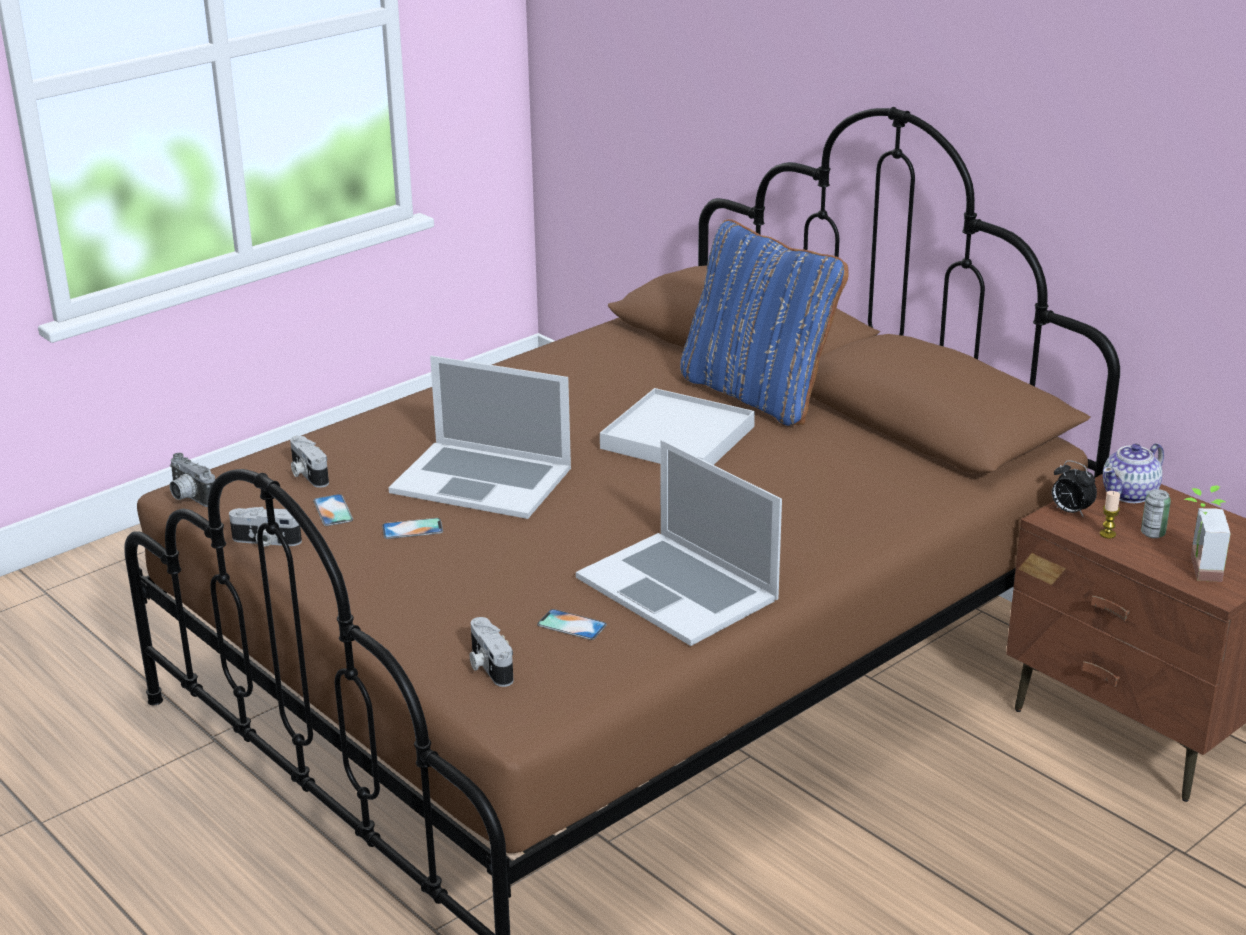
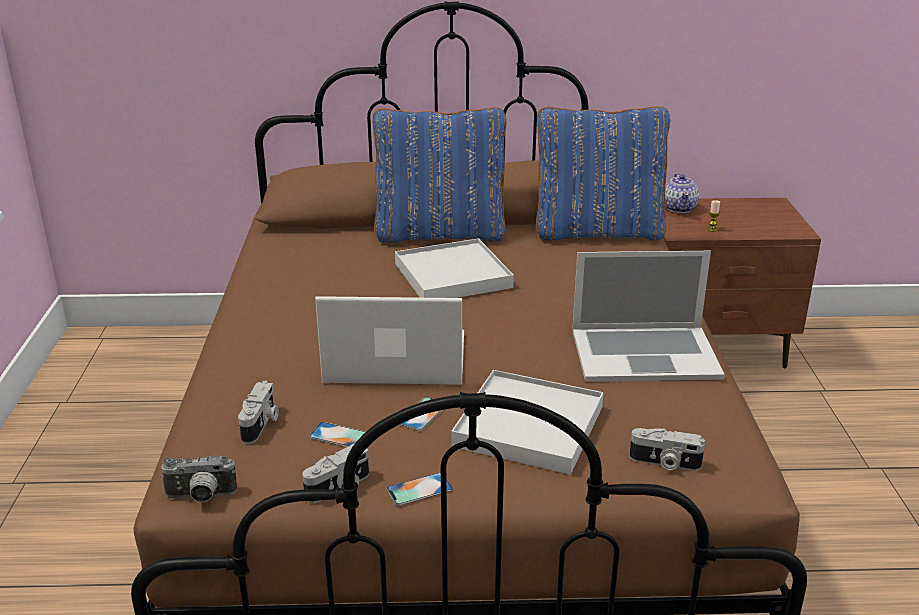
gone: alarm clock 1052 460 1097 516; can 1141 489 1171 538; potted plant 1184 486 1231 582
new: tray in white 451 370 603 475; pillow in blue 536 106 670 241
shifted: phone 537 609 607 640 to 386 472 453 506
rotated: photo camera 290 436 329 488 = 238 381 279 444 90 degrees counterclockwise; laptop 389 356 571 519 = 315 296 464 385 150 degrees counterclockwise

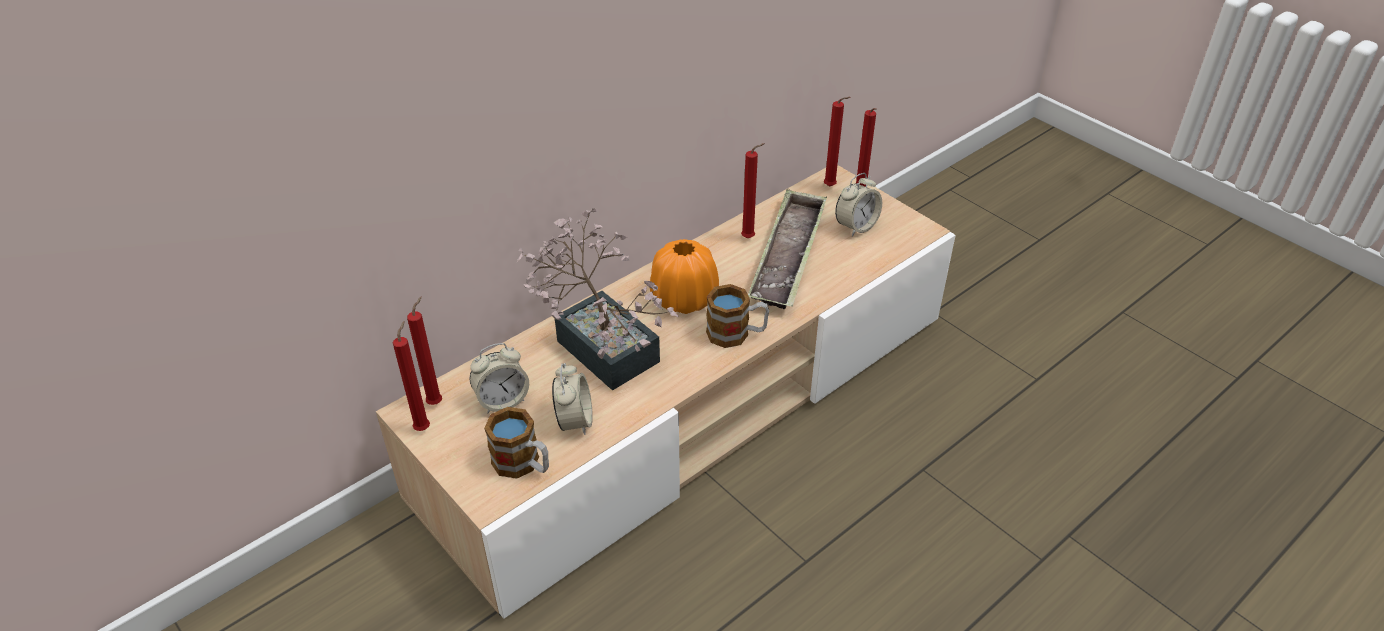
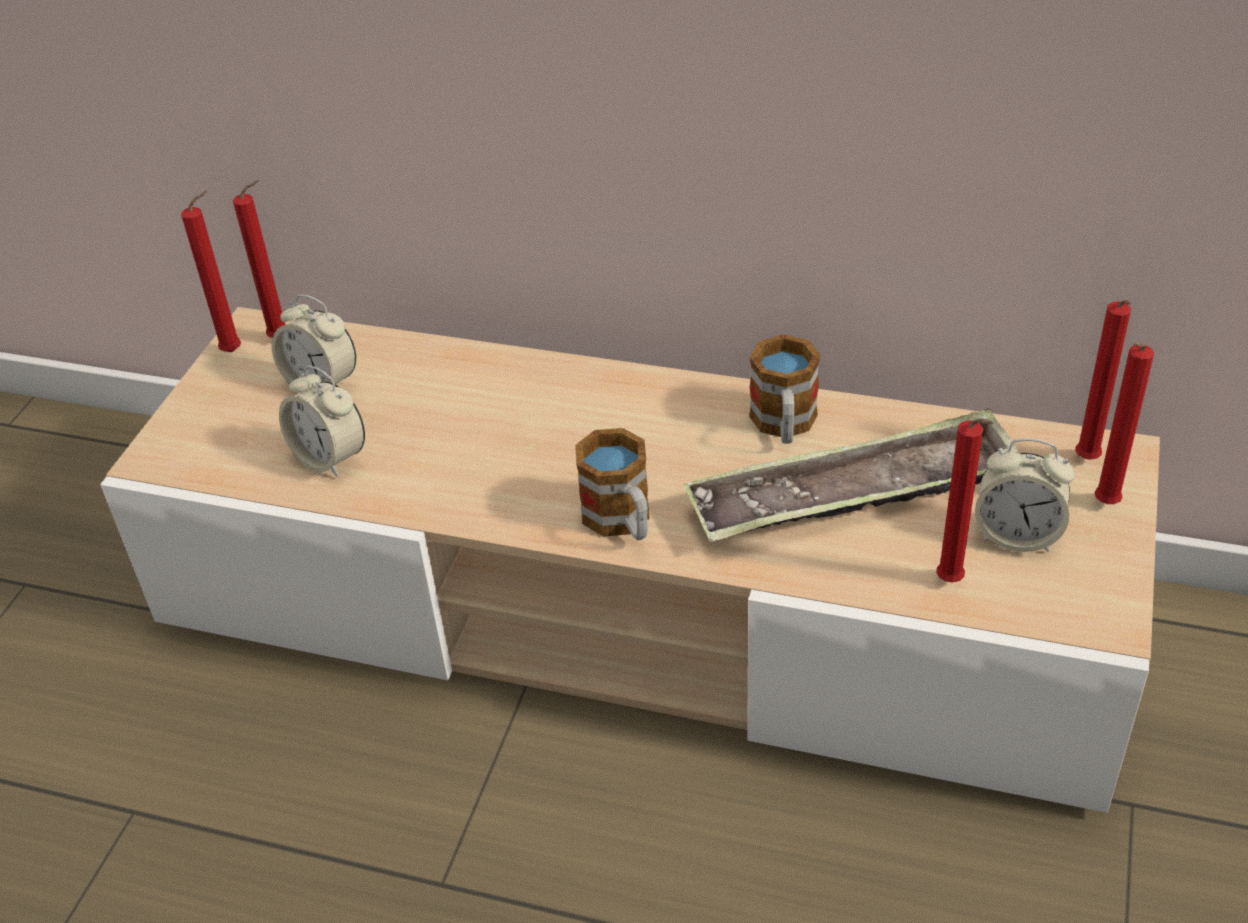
gone: potted plant 516 208 678 391; vase in orange 650 239 719 314
shifted: mug 484 407 549 479 to 749 335 820 444; candle in red 741 143 765 238 to 936 418 993 583
rotated: alarm clock 552 363 593 435 = 279 366 365 478 75 degrees clockwise

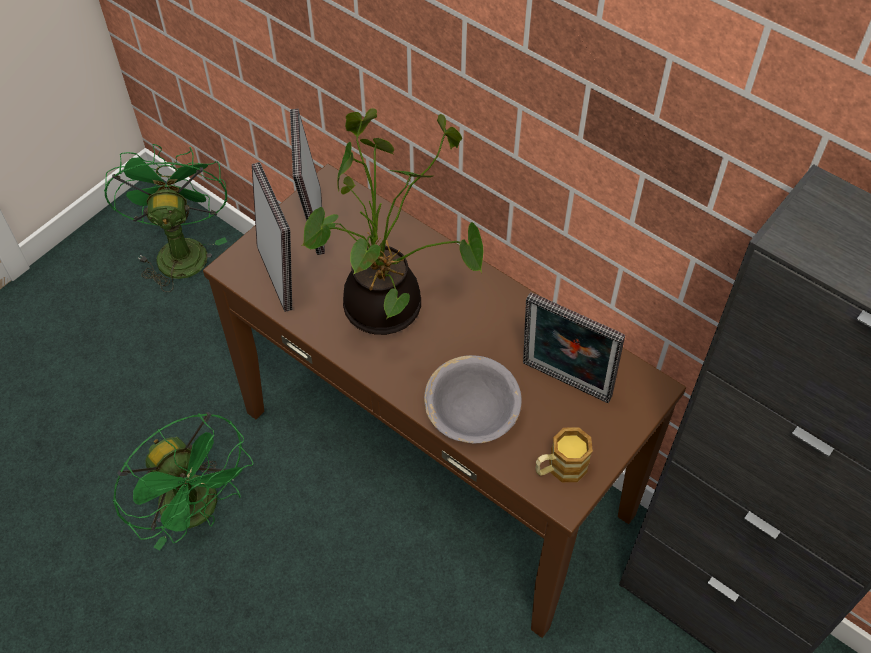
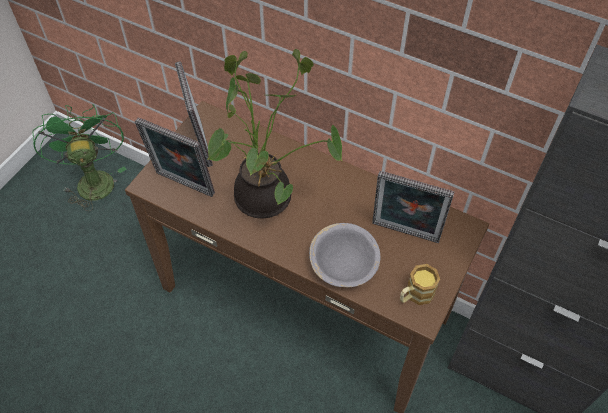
gone: fan in green 113 412 254 551
rotated: picture frame 252 162 292 312 = 135 117 215 197 150 degrees clockwise

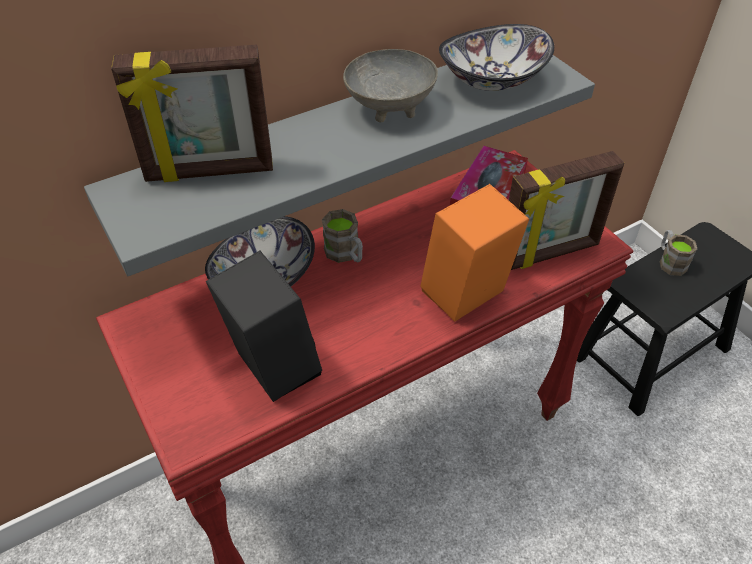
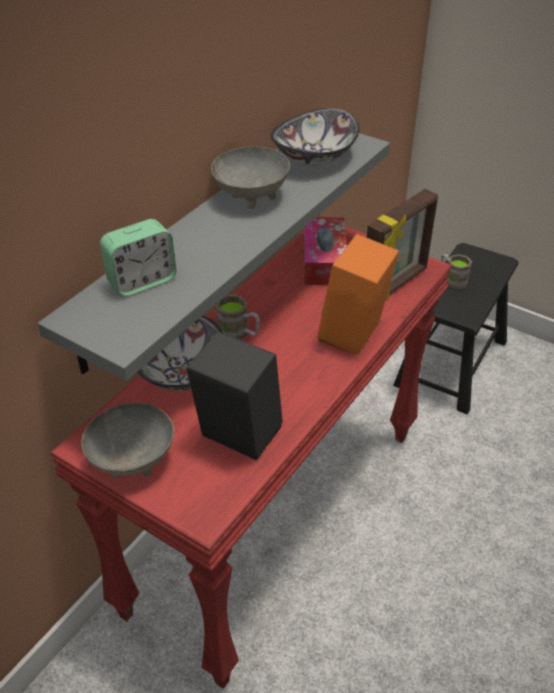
new: bowl in grey 81 403 174 479
swapped: picture frame 111 45 273 182 to alarm clock 100 219 177 297

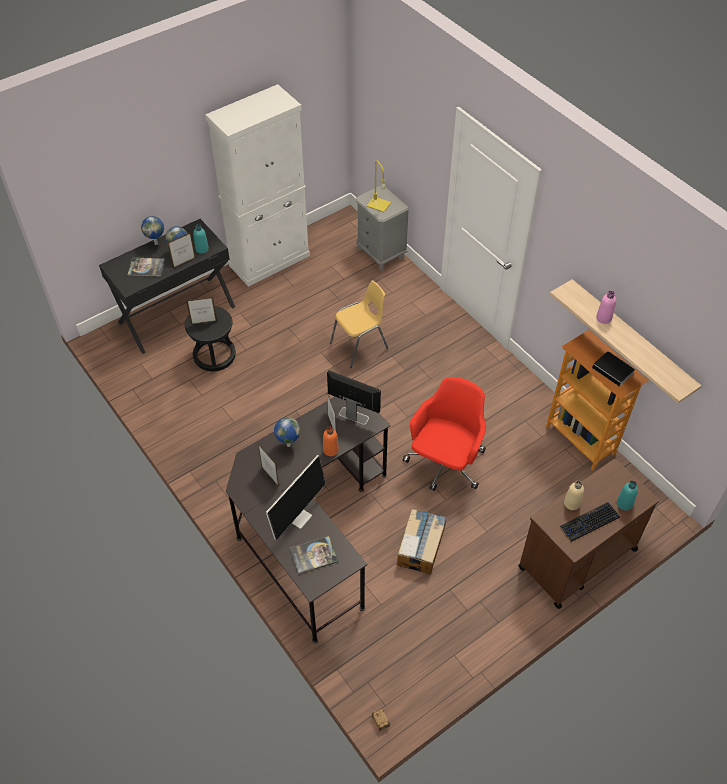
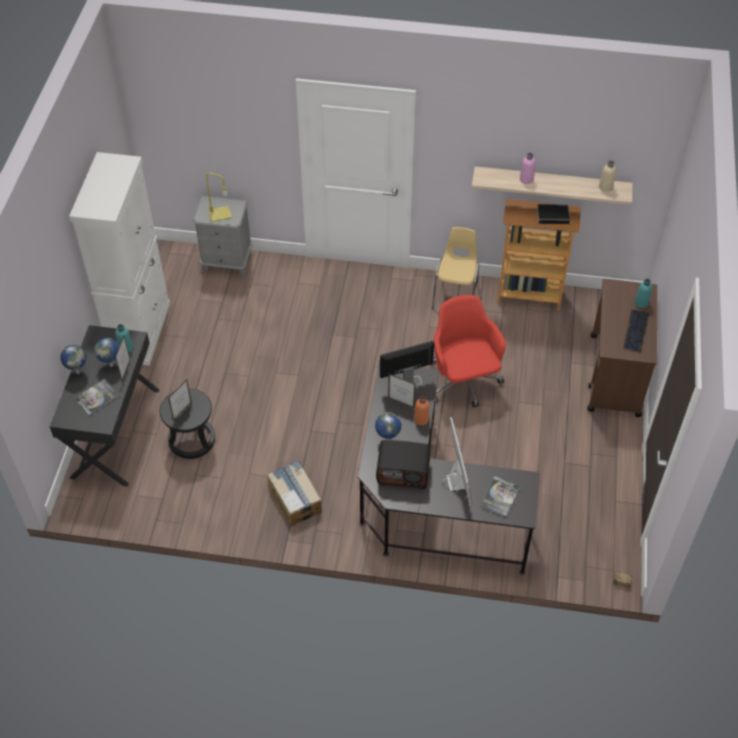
shifted: chair in yellow 330 281 389 368 to 432 227 479 309; cardboard box 397 509 447 574 to 267 460 322 526; bottle in beige 564 480 584 510 to 599 160 616 192
swapped: picture frame 258 444 279 487 to radio 376 440 431 489

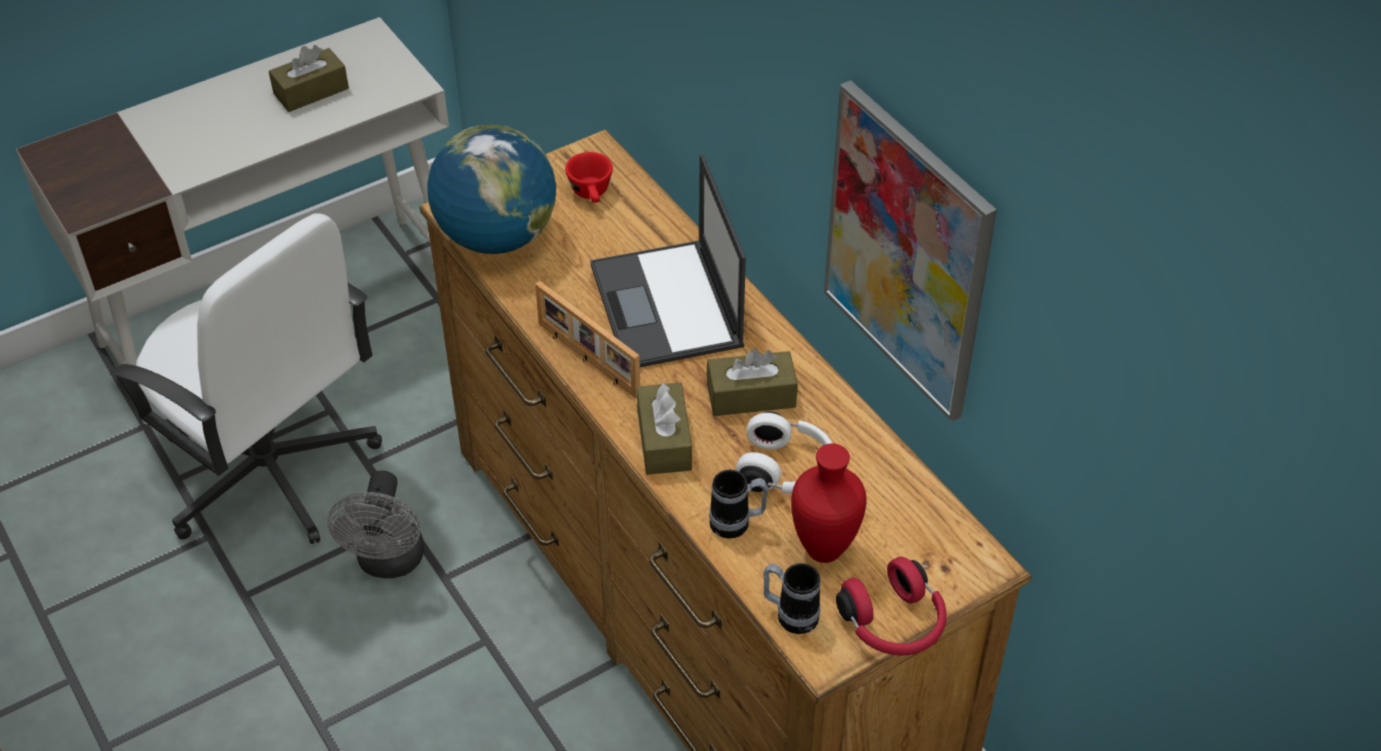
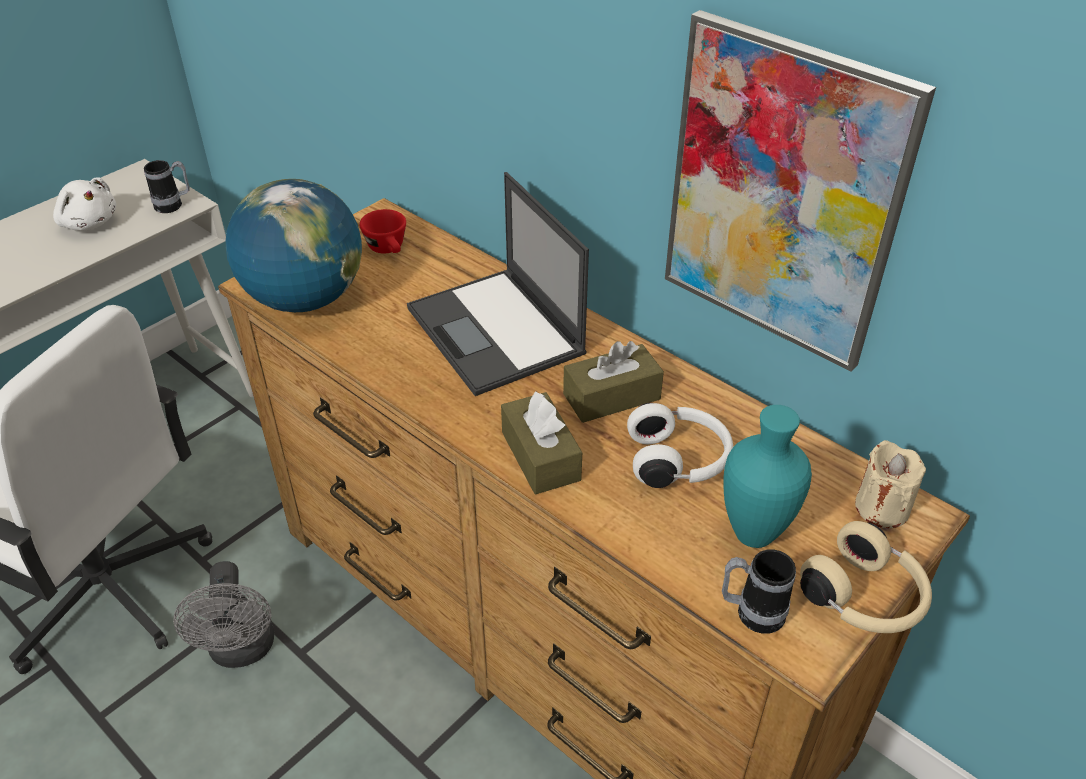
gone: picture frame 535 281 640 398
new: candle in beige 855 440 926 528
shifted: mug 709 470 768 539 to 144 160 190 213
swapped: tissue box in brown 269 45 349 112 to plush toy in white 53 177 116 231
repainted: vase in red 791 444 867 563 to vase in turquoise 724 405 812 548; headphones in red 836 557 946 656 to headphones in beige 800 521 932 633

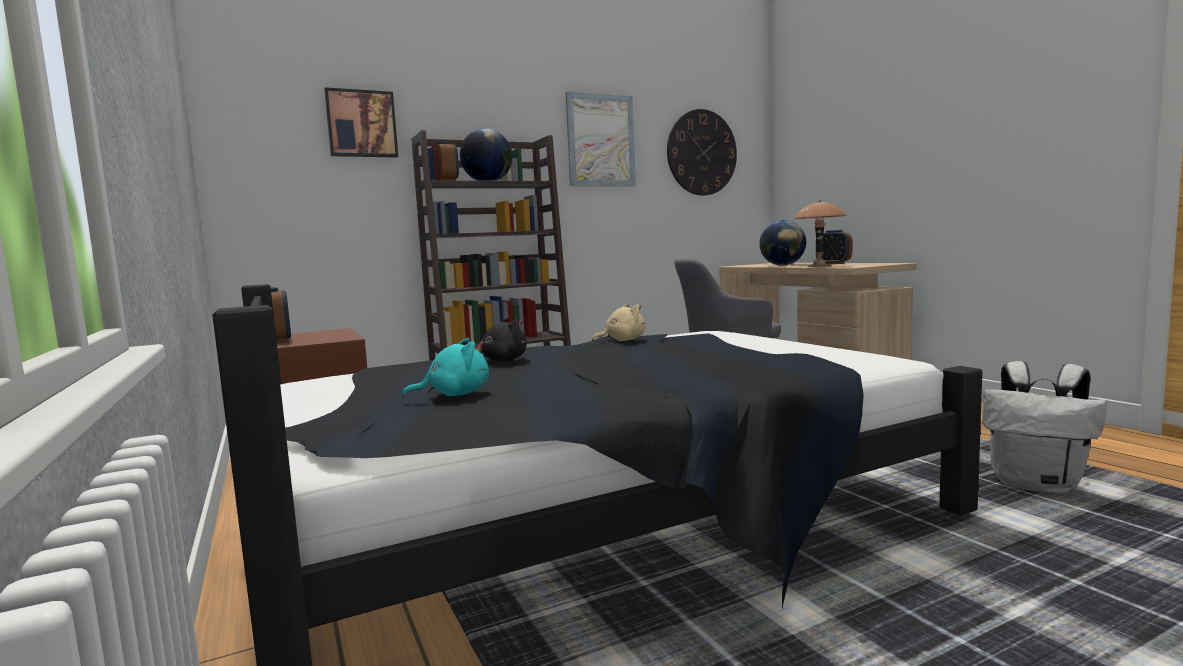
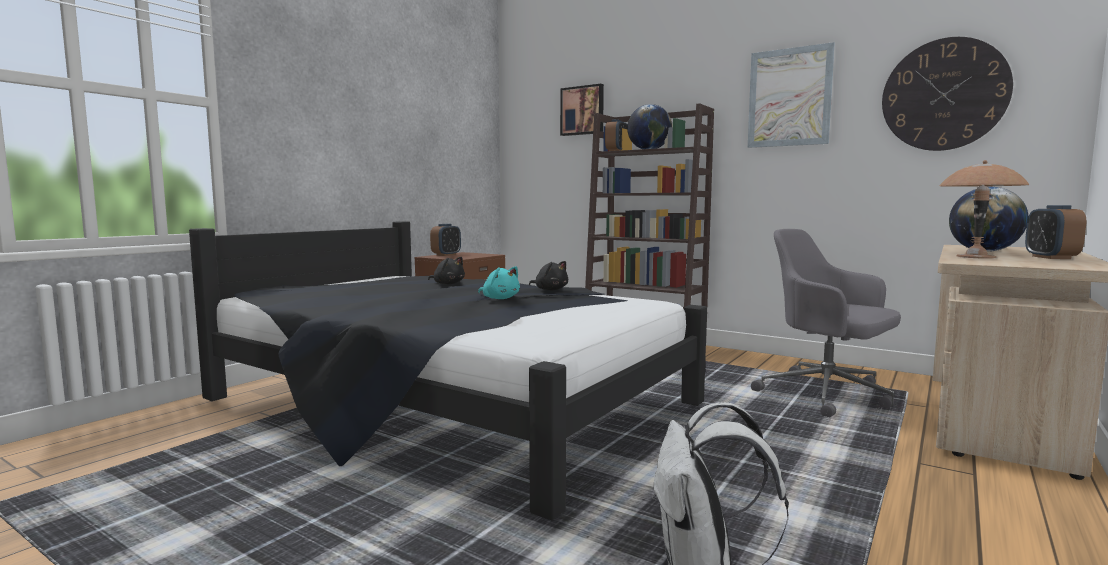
shifted: plush toy in turquoise 402 338 489 397 to 478 266 520 299
repainted: plush toy in beige 592 304 645 341 to plush toy in black 529 261 568 290

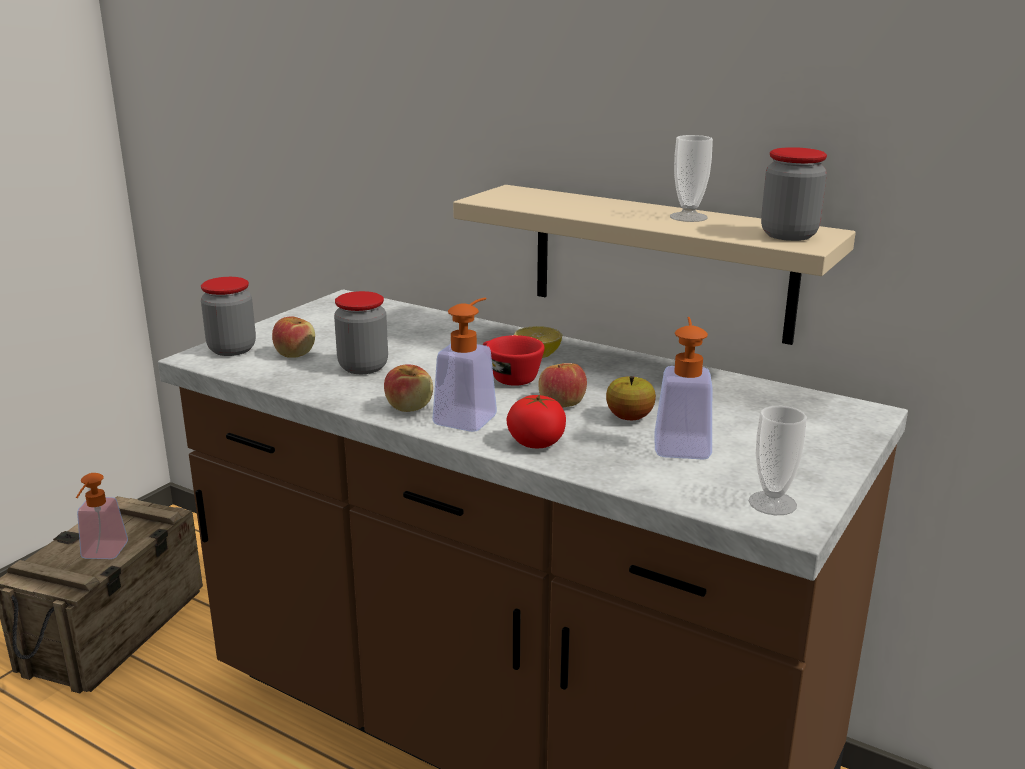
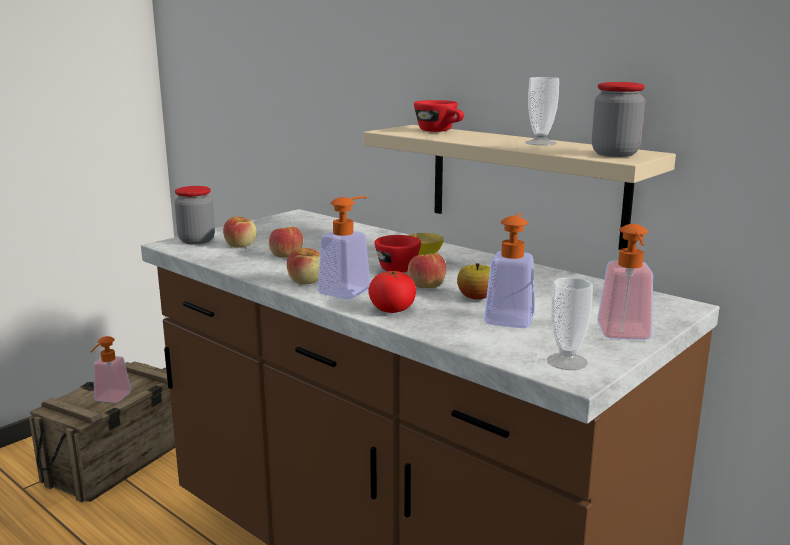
new: cup in red 414 100 464 132; soap dispenser 597 224 653 340
swapped: jar 334 291 388 374 to apple 269 227 303 258

